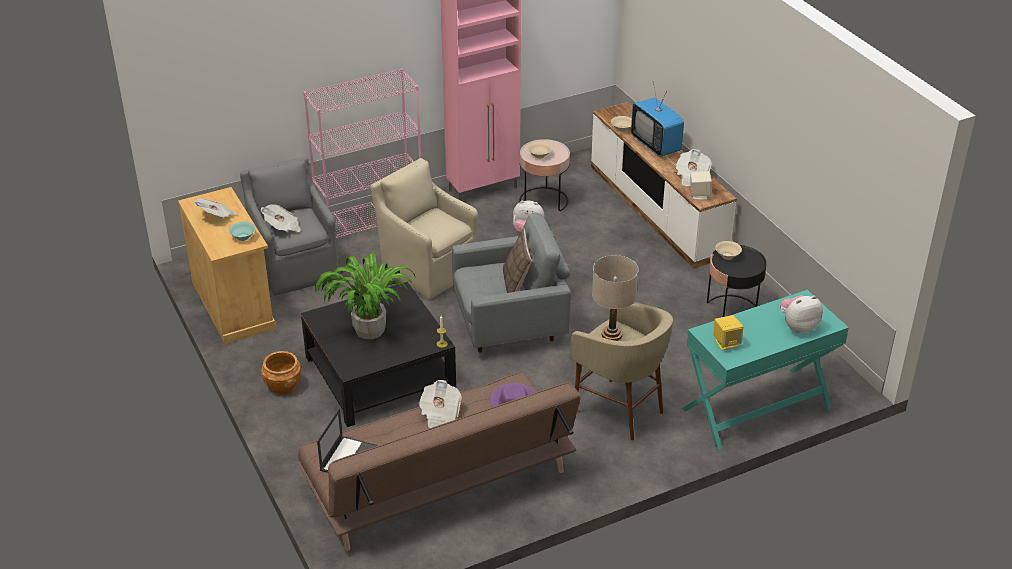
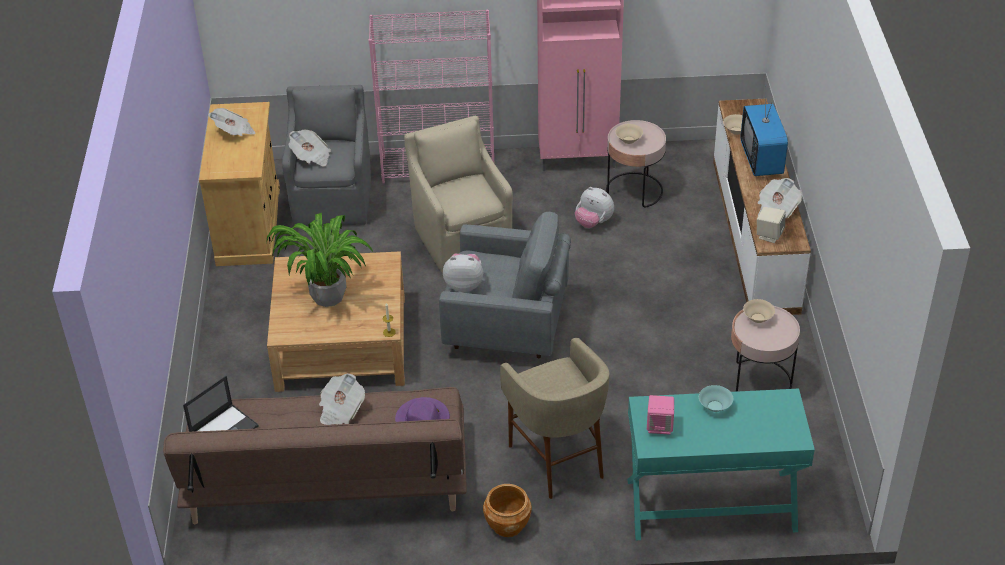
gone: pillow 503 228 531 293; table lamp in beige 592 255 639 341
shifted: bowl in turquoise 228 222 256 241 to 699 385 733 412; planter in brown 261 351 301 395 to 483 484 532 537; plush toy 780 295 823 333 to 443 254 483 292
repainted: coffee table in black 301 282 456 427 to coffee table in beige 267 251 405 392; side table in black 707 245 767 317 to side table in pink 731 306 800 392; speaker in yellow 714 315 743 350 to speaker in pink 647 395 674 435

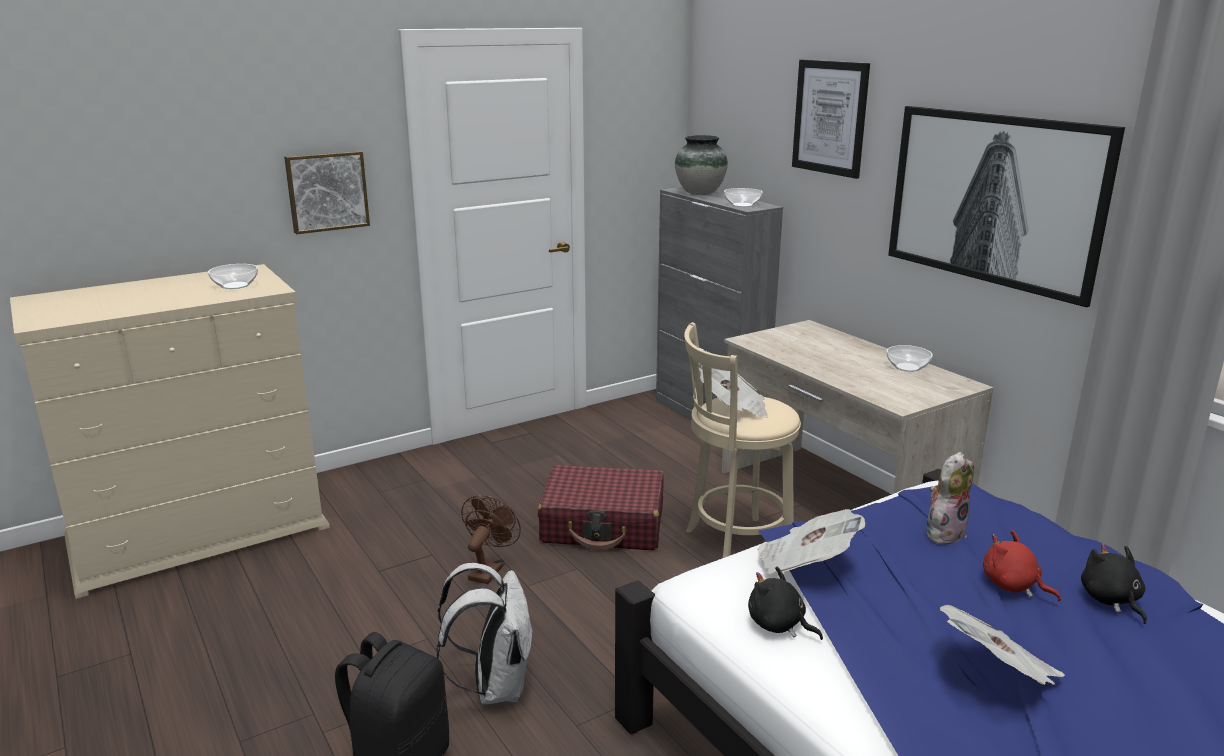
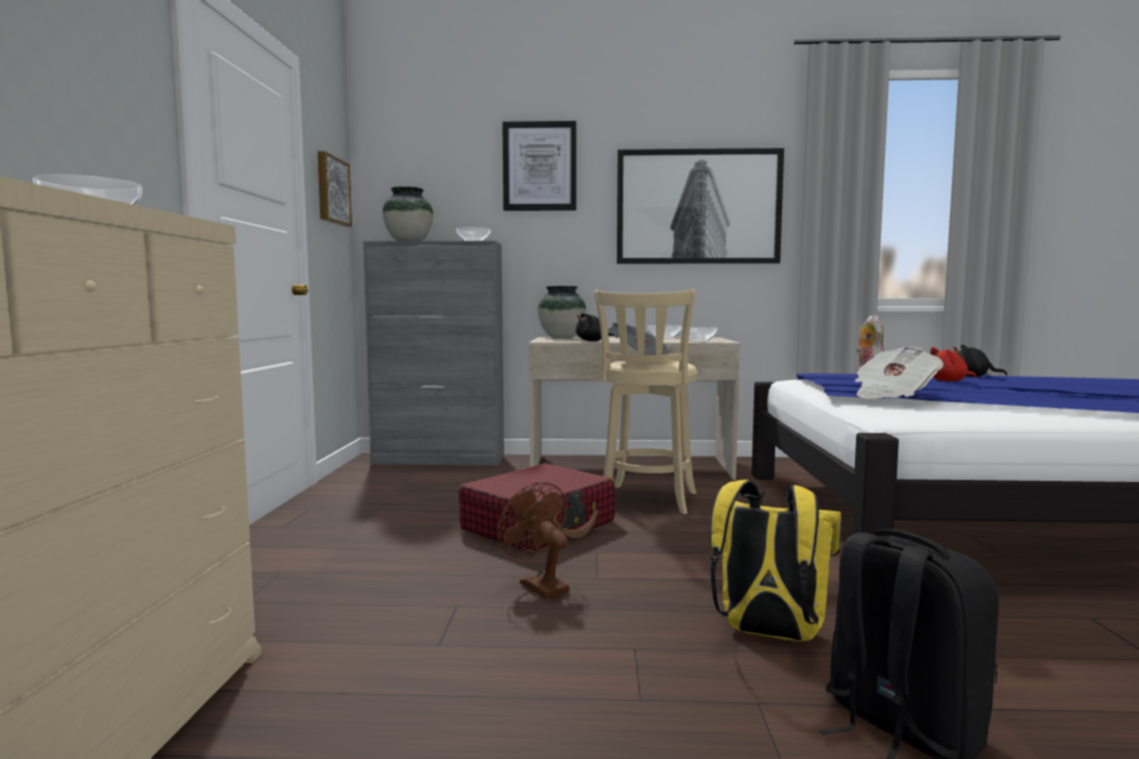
gone: newspaper 940 605 1065 685
new: vase 538 286 586 338; bowl 680 327 717 342
shifted: picture 284 151 370 234 to 318 151 352 227; plush toy in black 748 567 823 640 to 576 313 618 341
repainted: backpack in white 436 563 533 704 to backpack in yellow 710 480 841 641

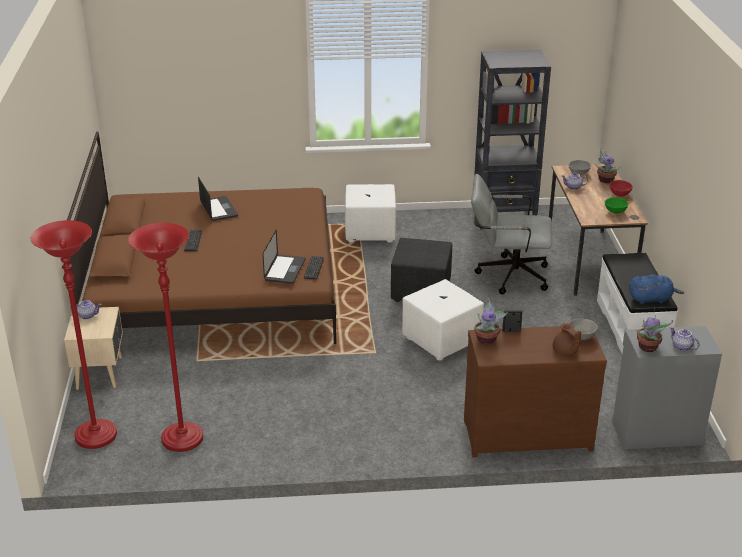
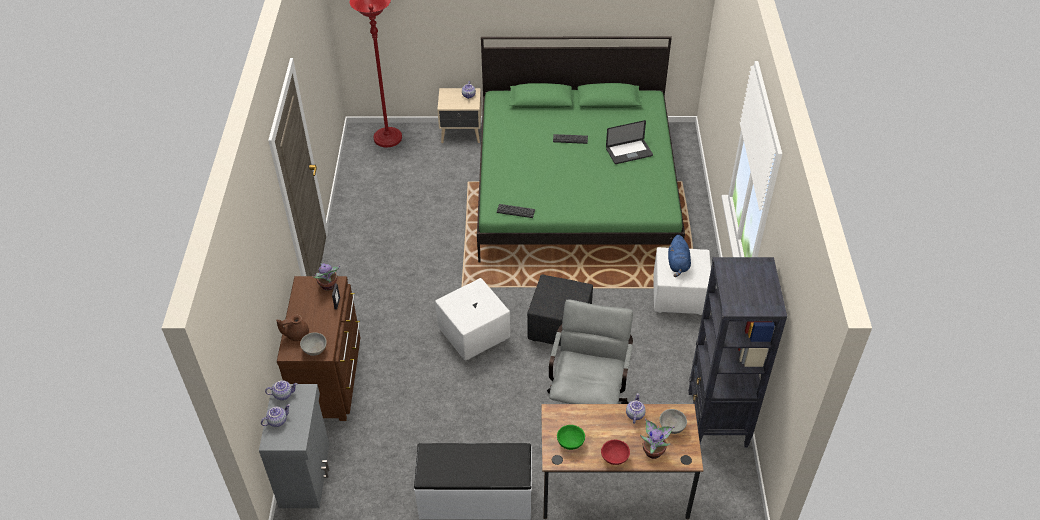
gone: floor lamp in red 128 223 203 452; laptop 263 230 305 284
shifted: plush toy in blue 629 275 684 304 to 668 235 691 277
swapped: potted plant 636 315 673 352 to teapot 265 381 297 400
repainted: bed in brown 67 131 336 344 to bed in green 477 36 685 263

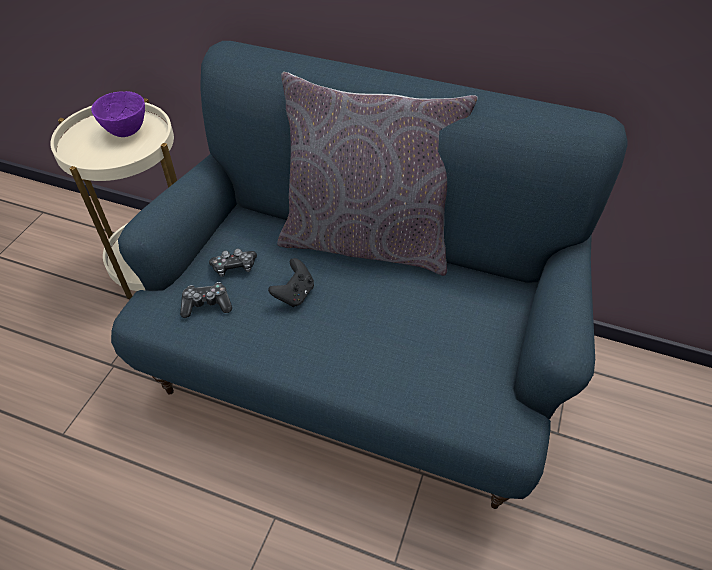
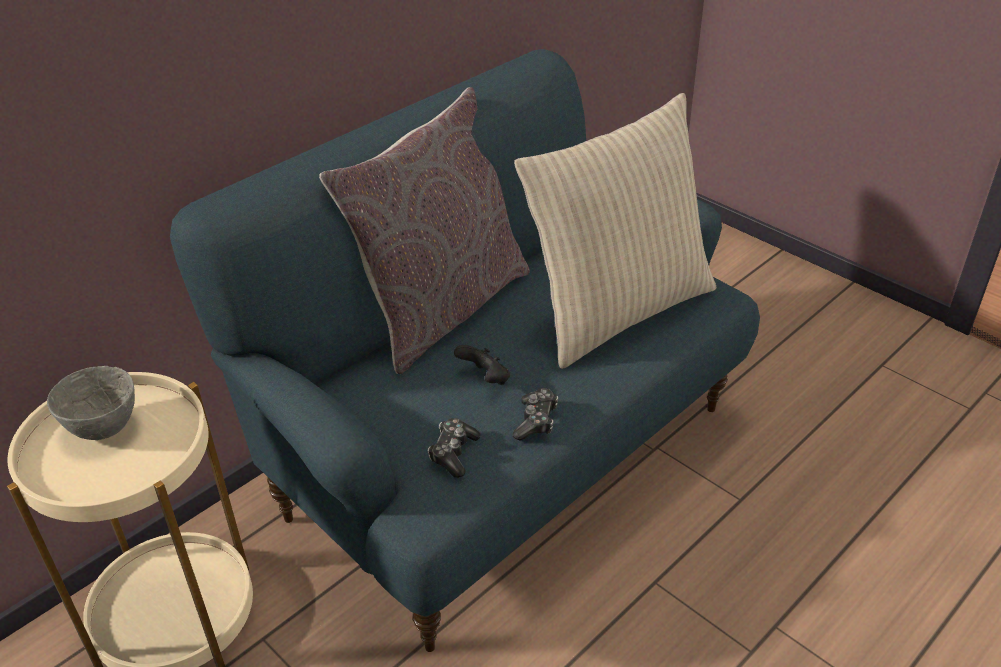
new: pillow in beige 514 93 716 369
shifted: game controller 209 249 257 277 to 513 388 558 441
repainted: bowl in purple 91 91 145 137 to bowl in grey 47 366 135 440

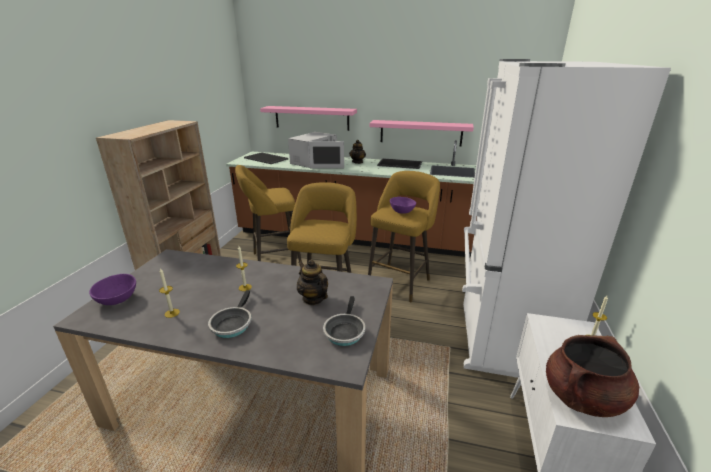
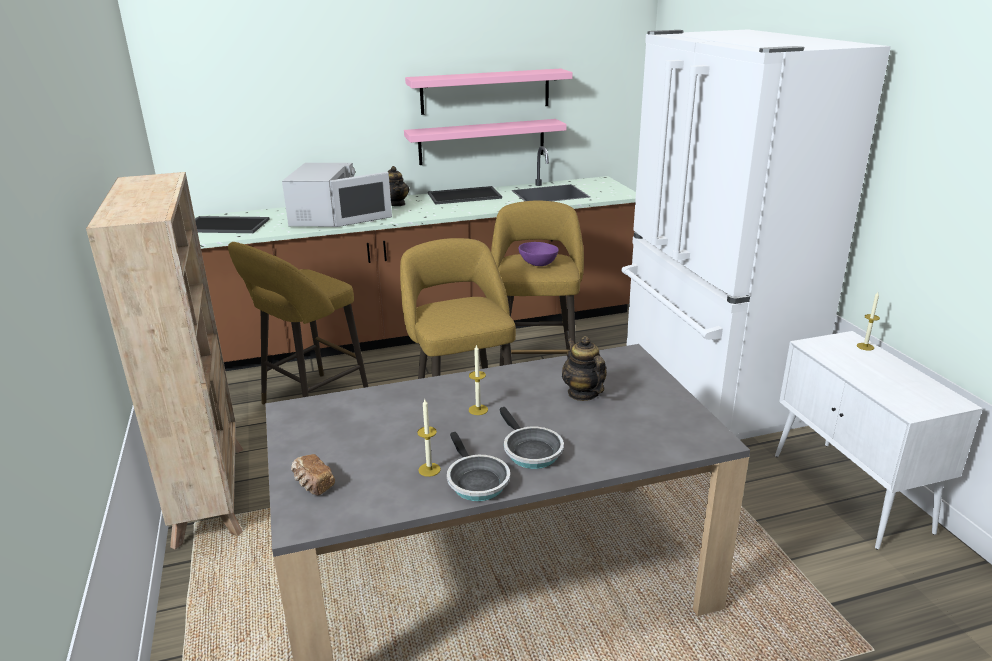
gone: cooking pot in brown 546 335 639 417
shifted: shelf in pink 260 106 357 131 to 405 69 573 115; frying pan 323 296 365 346 to 447 432 510 501
swapped: bowl in purple 89 274 136 305 to bread 291 454 335 496
rotated: teapot 297 260 328 305 = 562 336 607 401 45 degrees clockwise

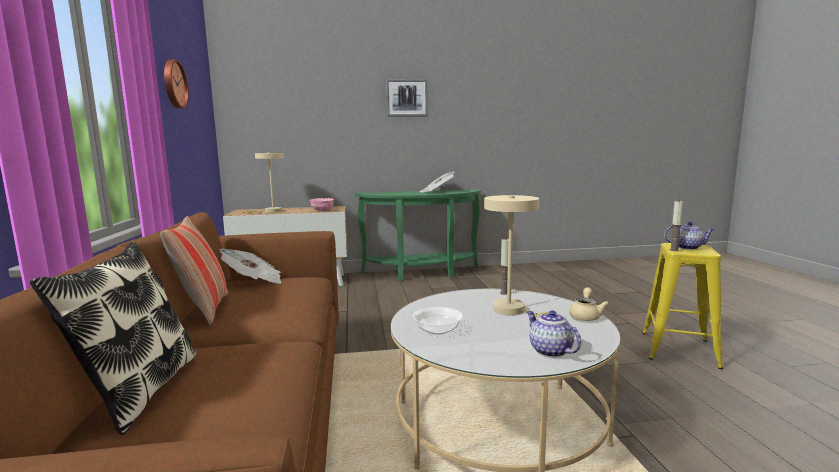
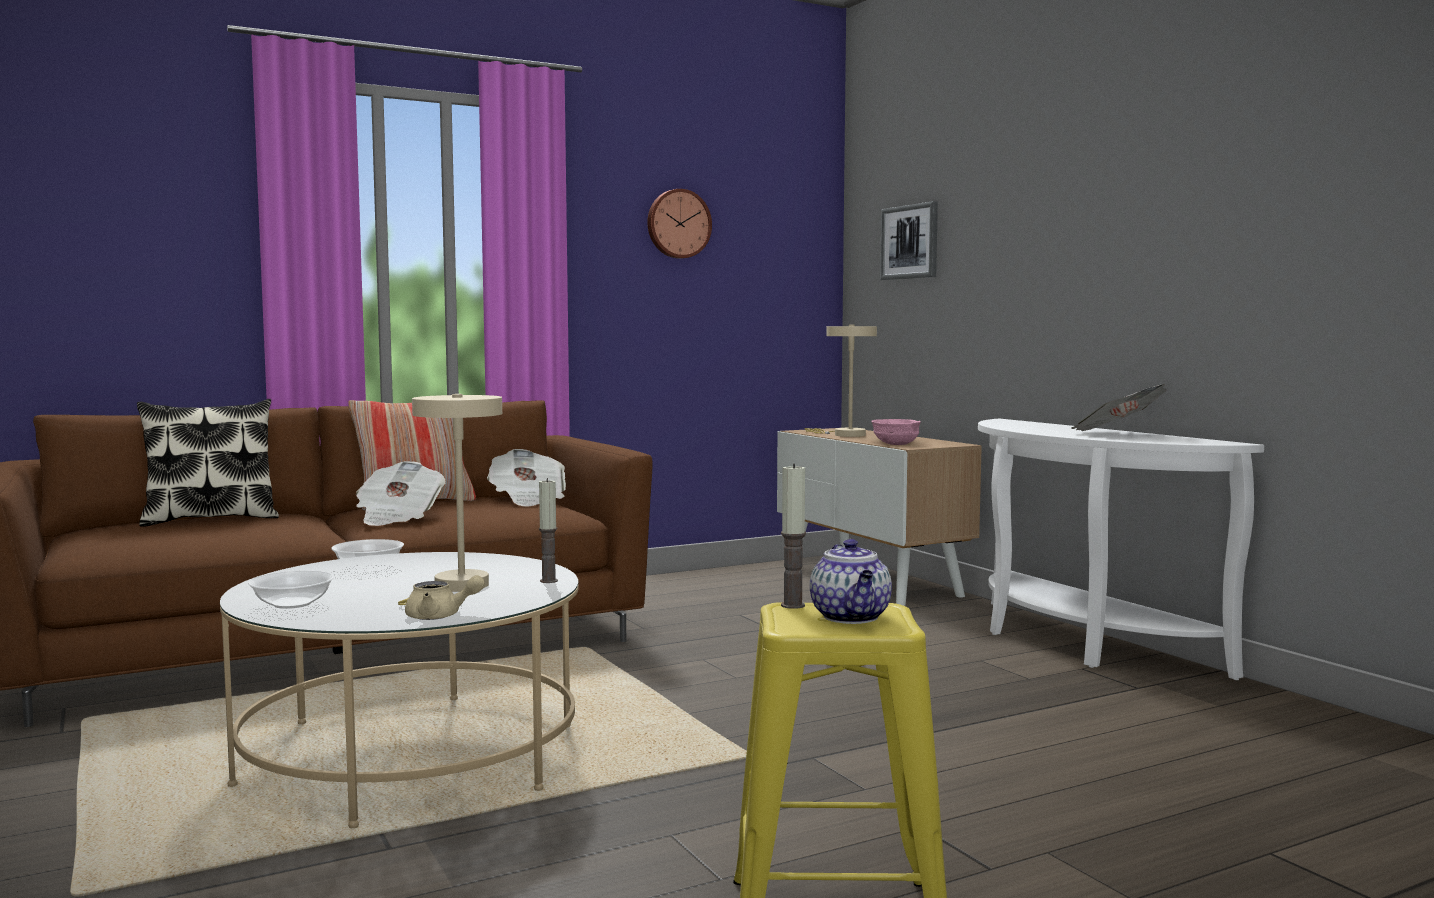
new: newspaper 356 461 446 526
shifted: picture 386 79 428 117 to 880 201 938 280
swapped: teapot 526 311 581 357 to bowl 248 571 334 609
repainted: console table in green 355 189 481 281 to console table in white 978 419 1264 680

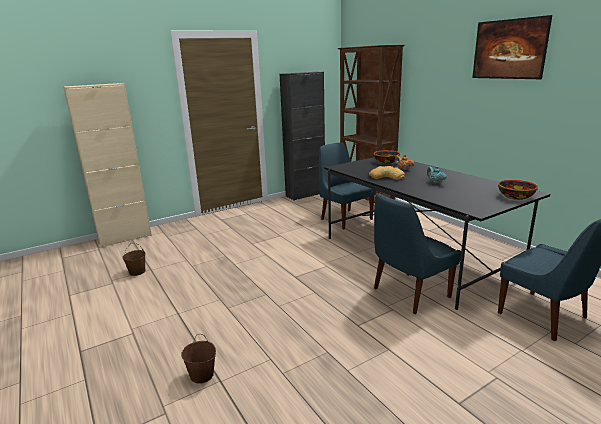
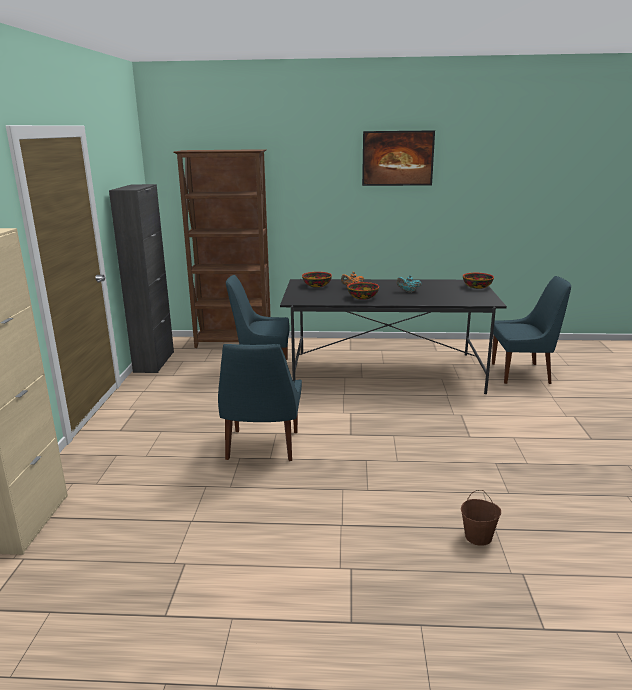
gone: bucket in brown 122 243 146 276
shifted: chair in blue 374 193 461 314 to 218 344 302 461
swapped: bread 369 166 405 180 to bowl 347 282 379 300

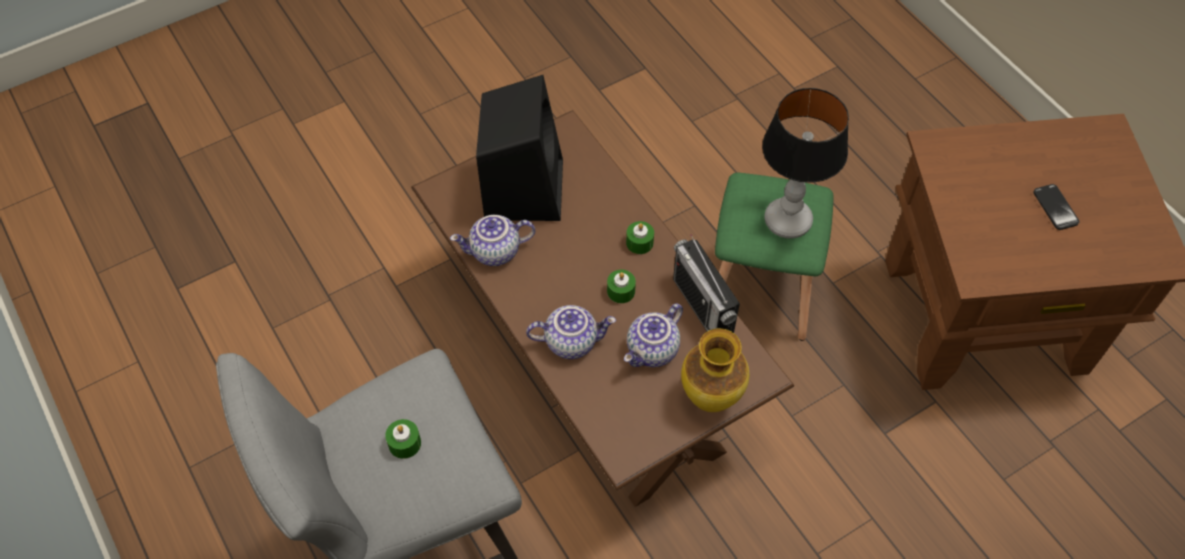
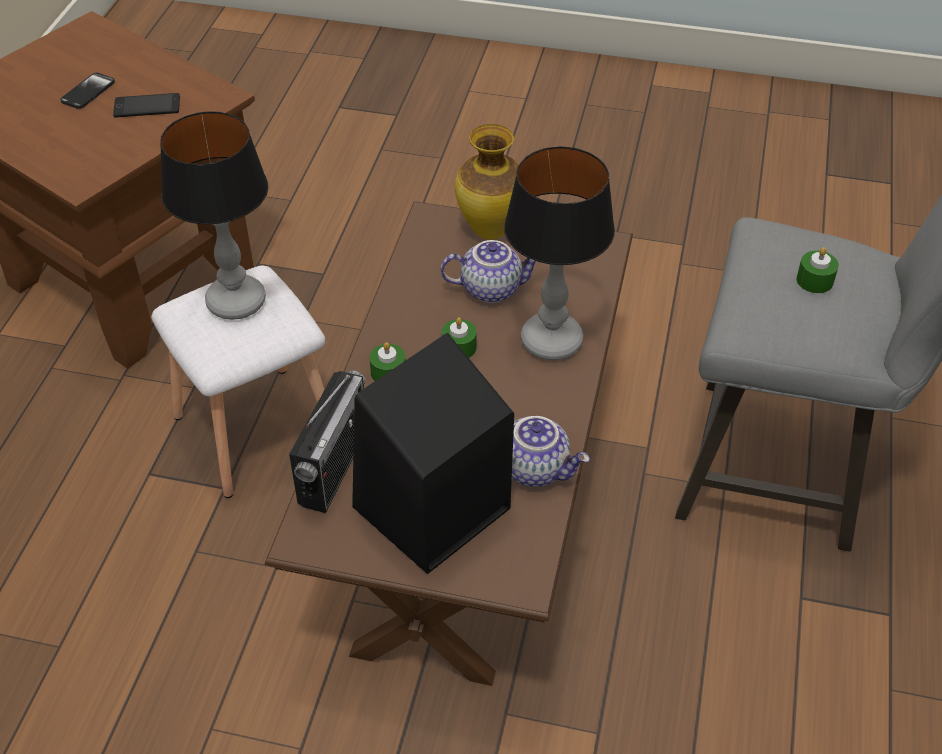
new: phone 113 93 180 118
shifted: radio 673 234 740 333 to 289 370 366 513
swapped: teapot 526 305 616 359 to table lamp 504 146 615 360
repainted: stool in green 715 173 834 341 to stool in white 151 266 325 498

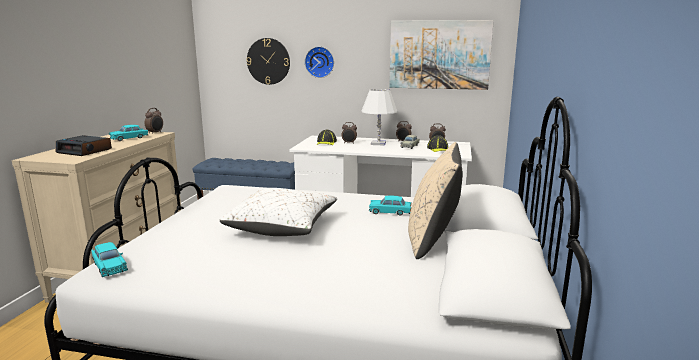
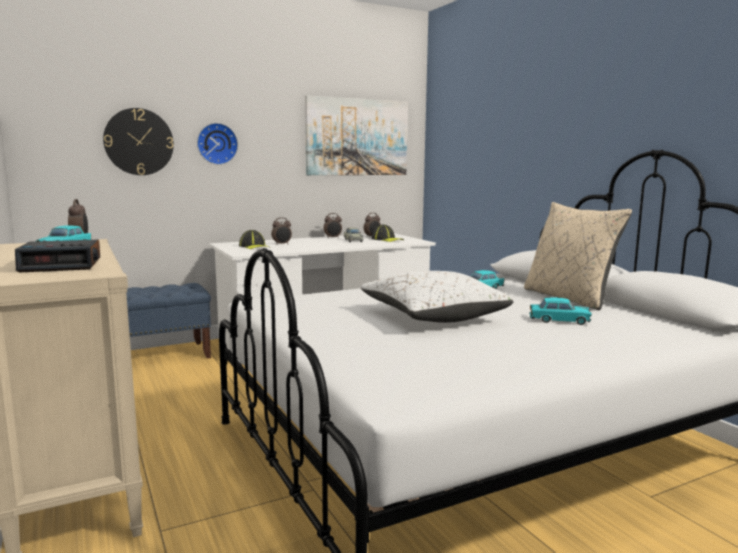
gone: table lamp in white 362 89 397 146
shifted: toy car in turquoise 91 242 128 277 to 529 297 592 325

